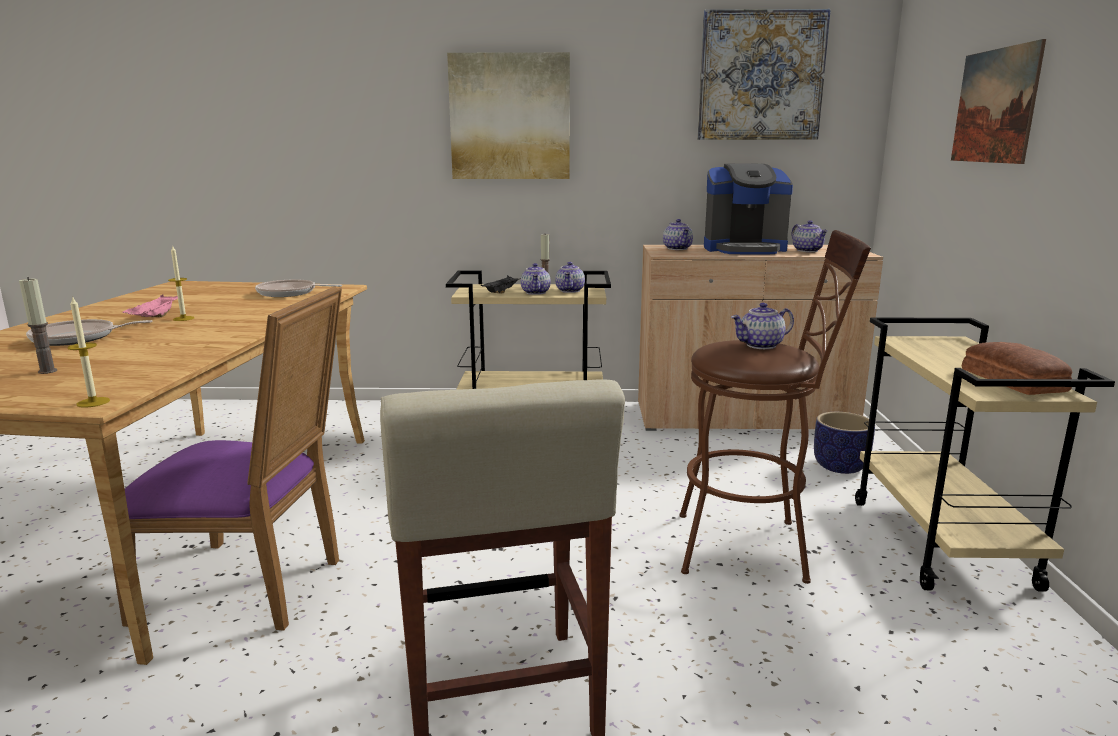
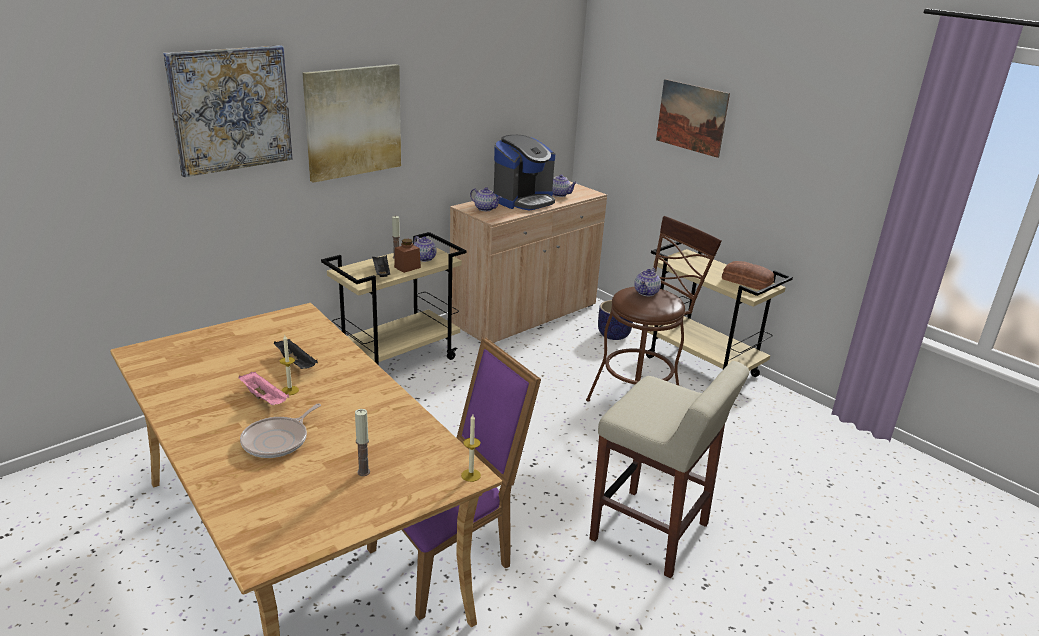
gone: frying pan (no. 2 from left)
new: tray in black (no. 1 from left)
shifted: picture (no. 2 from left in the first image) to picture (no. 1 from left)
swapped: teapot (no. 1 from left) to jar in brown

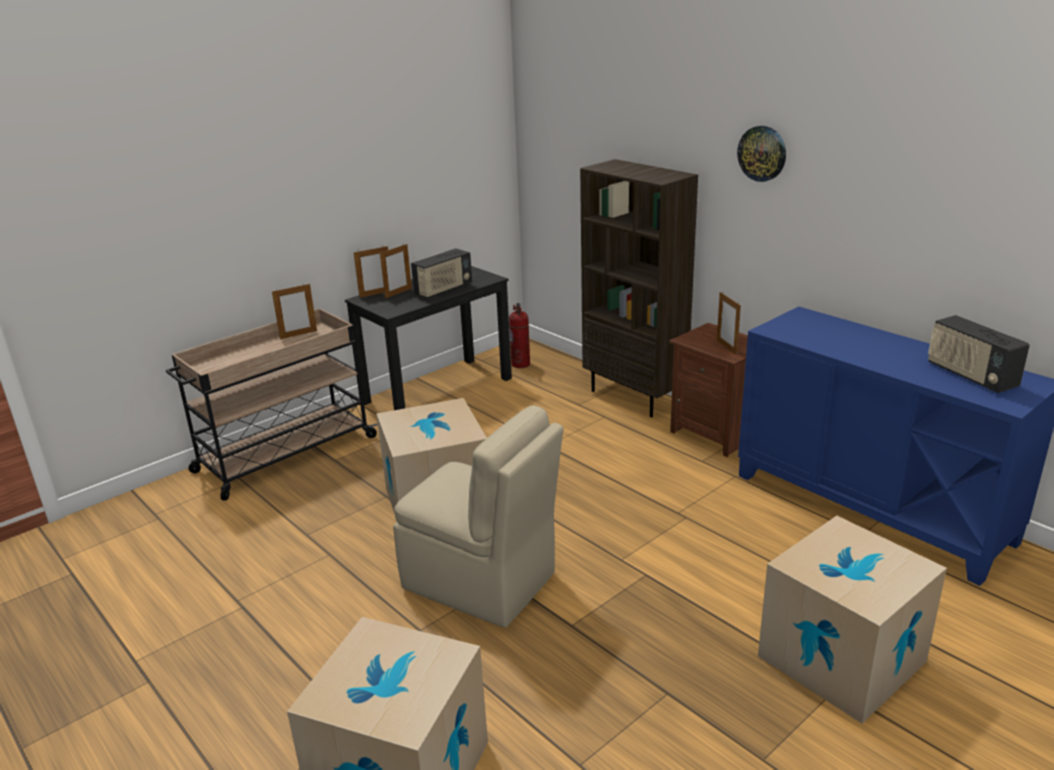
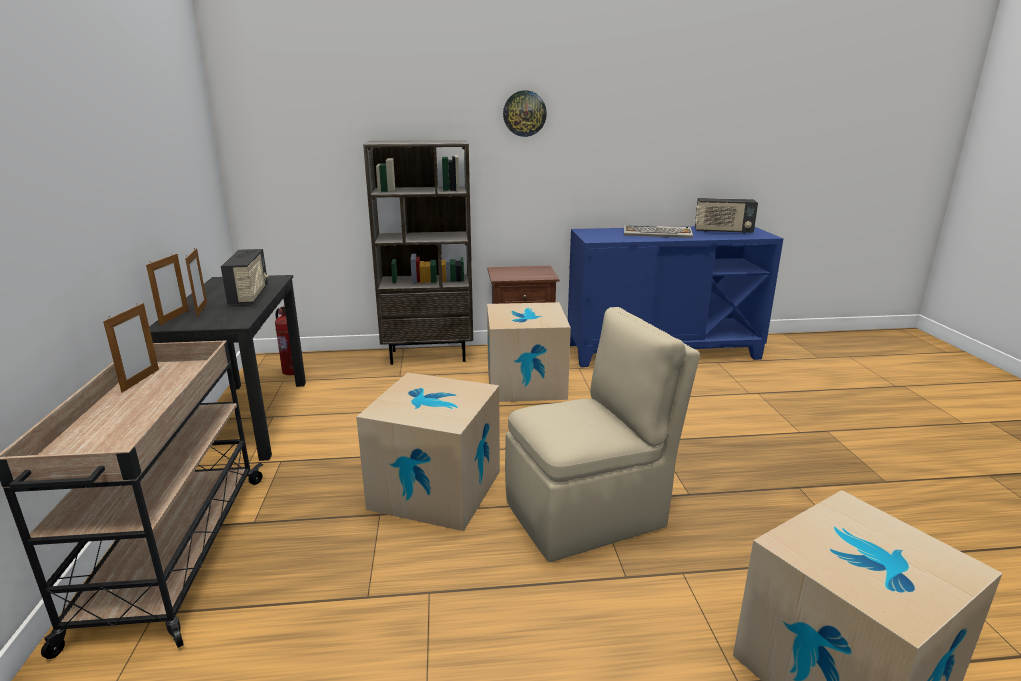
gone: picture frame (no. 4 from left)
new: keyboard
shifted: cardboard box (no. 3 from left in the first image) to cardboard box (no. 2 from left)

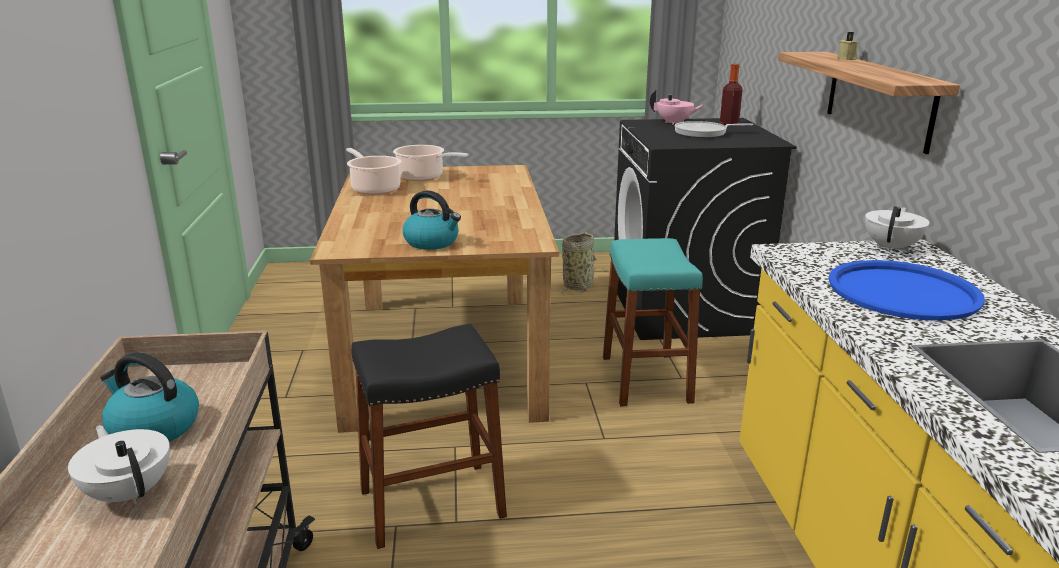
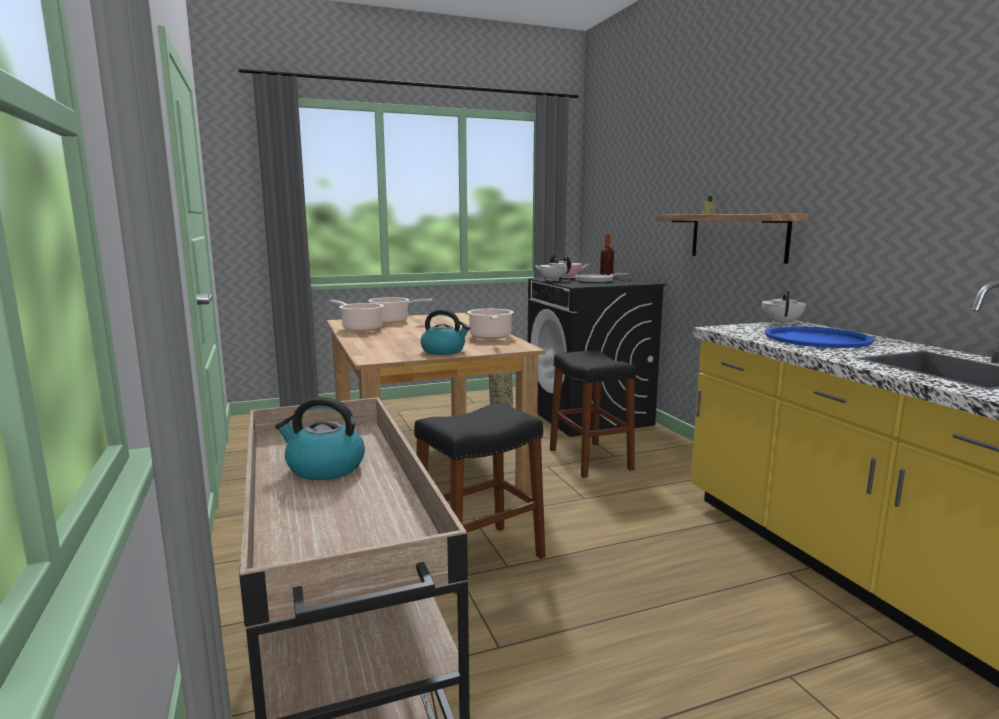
new: cooking pot (no. 3 from left)
shifted: teapot in white (no. 1 from left)
repainted: stool in turquoise to stool in black (no. 2 from left)

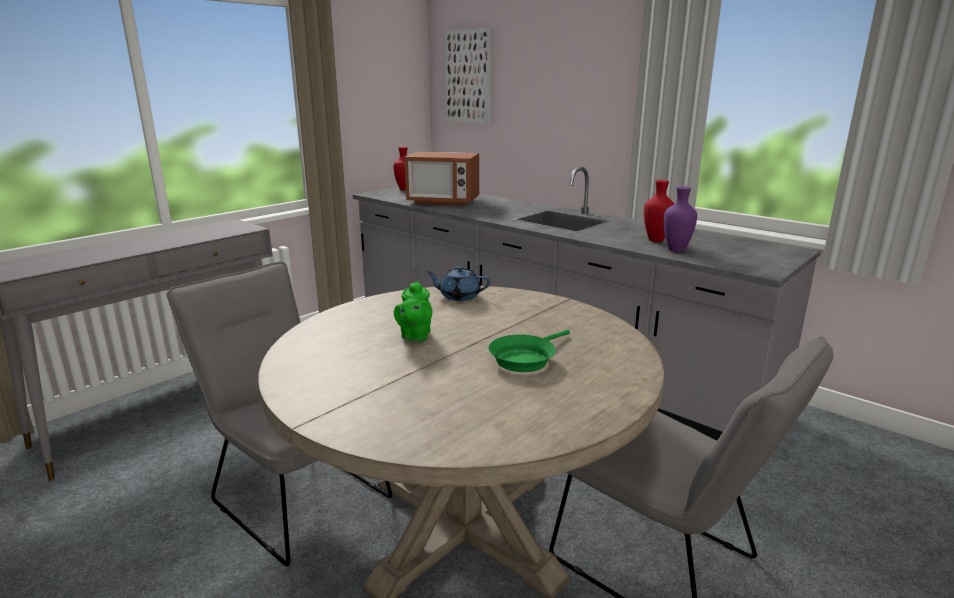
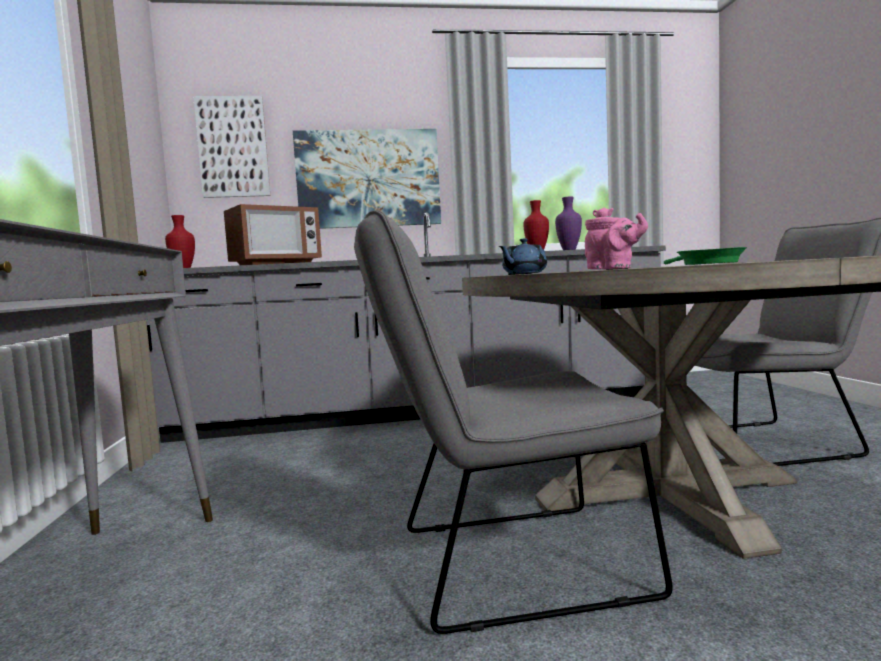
new: picture (no. 2 from left)
repainted: teapot in green to teapot in pink

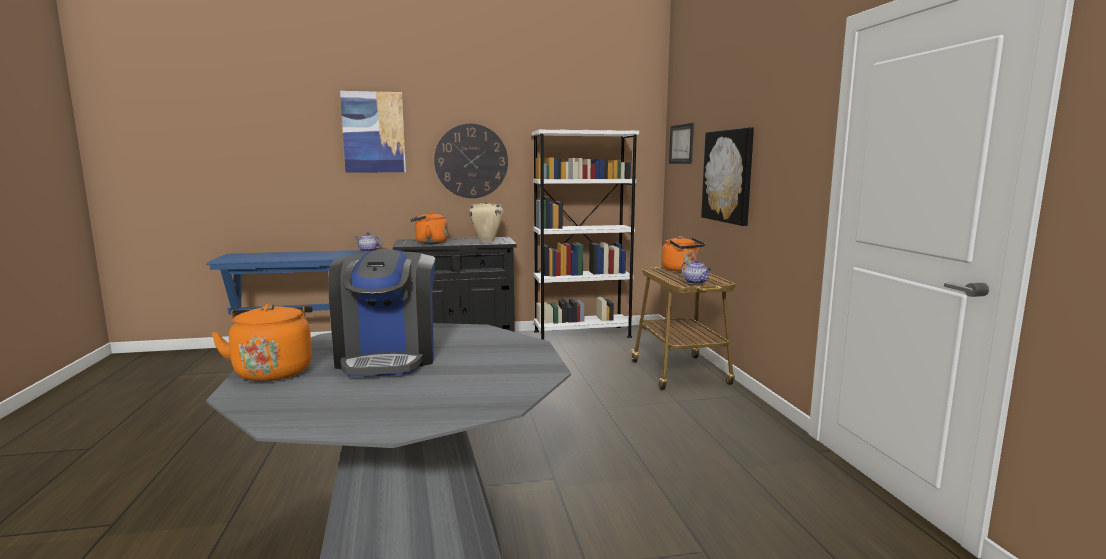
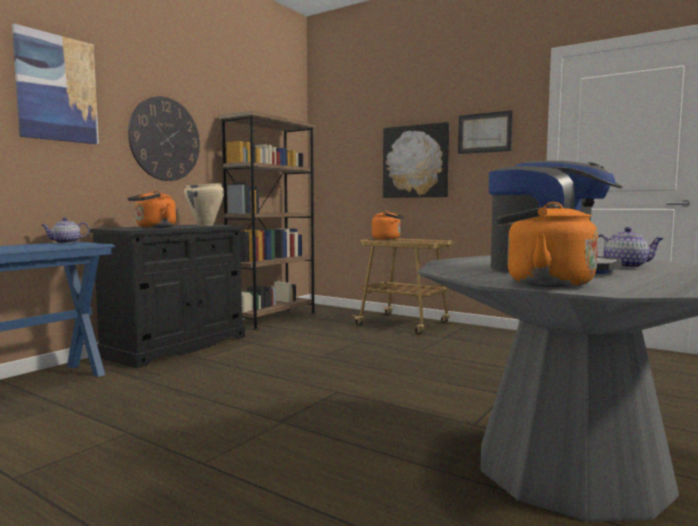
shifted: picture (no. 2 from left in the first image) to picture (no. 3 from left); teapot (no. 2 from left)
repainted: bookcase in white to bookcase in brown

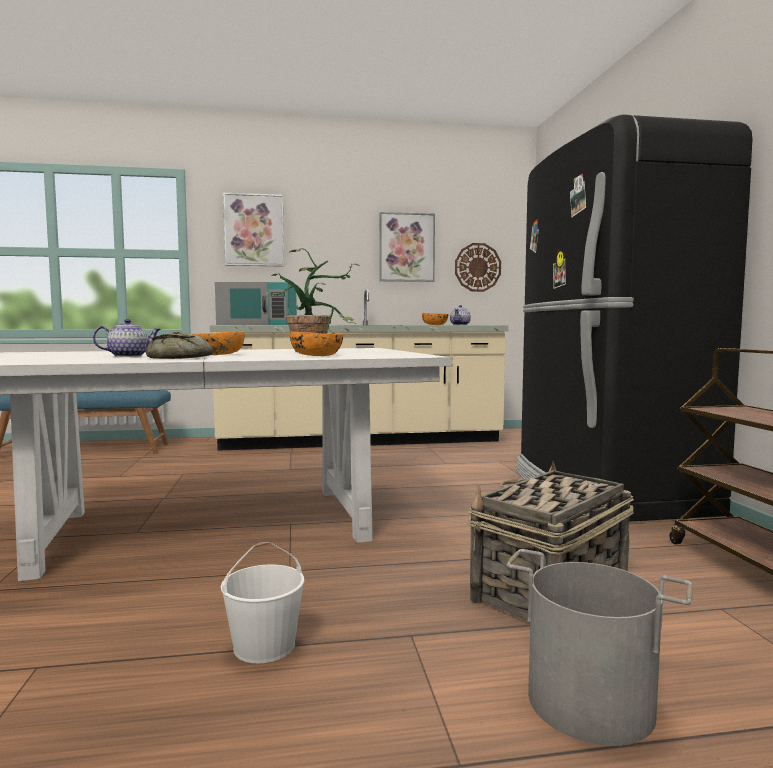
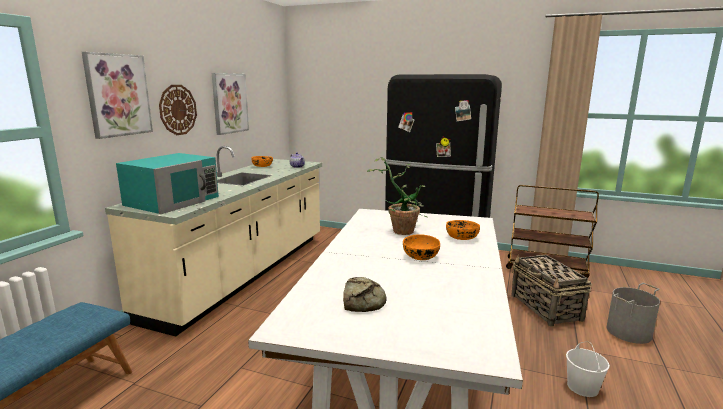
gone: teapot (no. 1 from left)
shifted: wall clock; bread

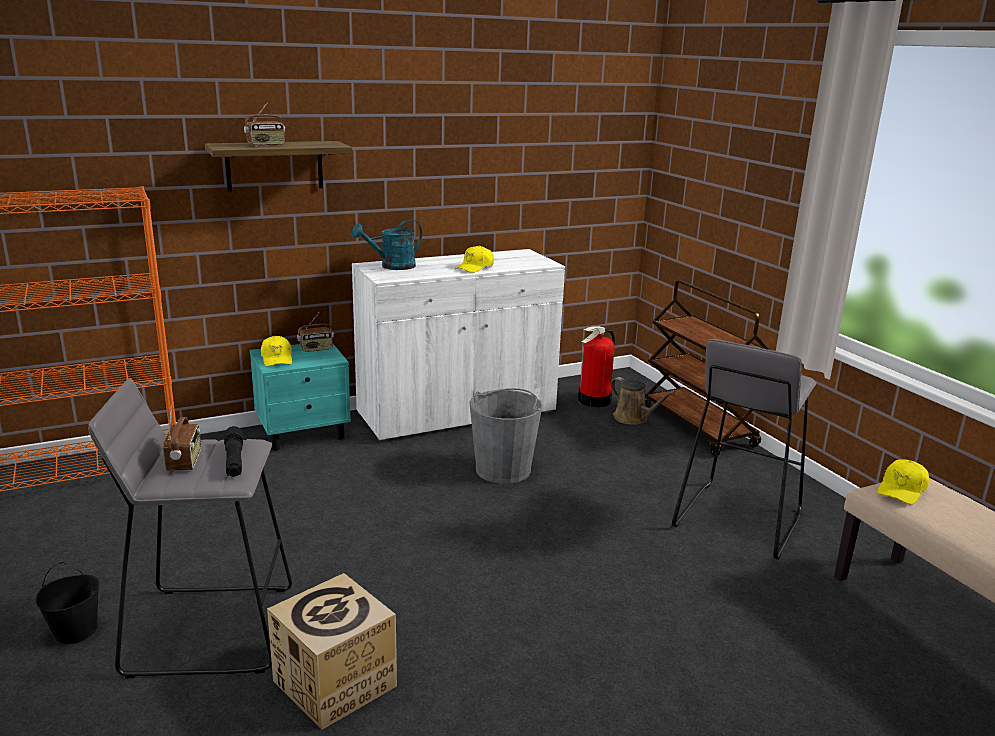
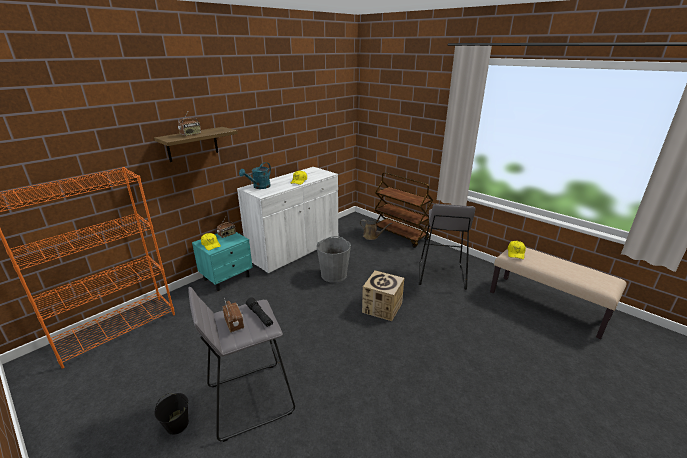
gone: fire extinguisher
shifted: cardboard box

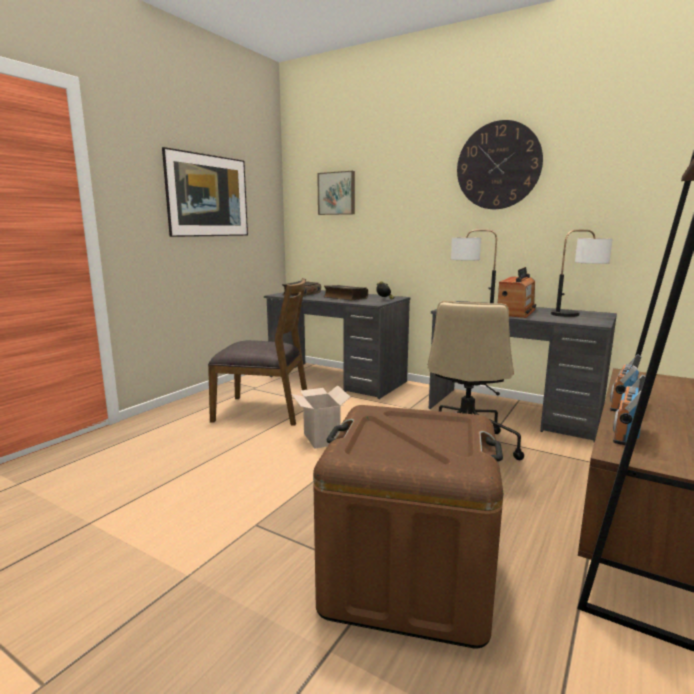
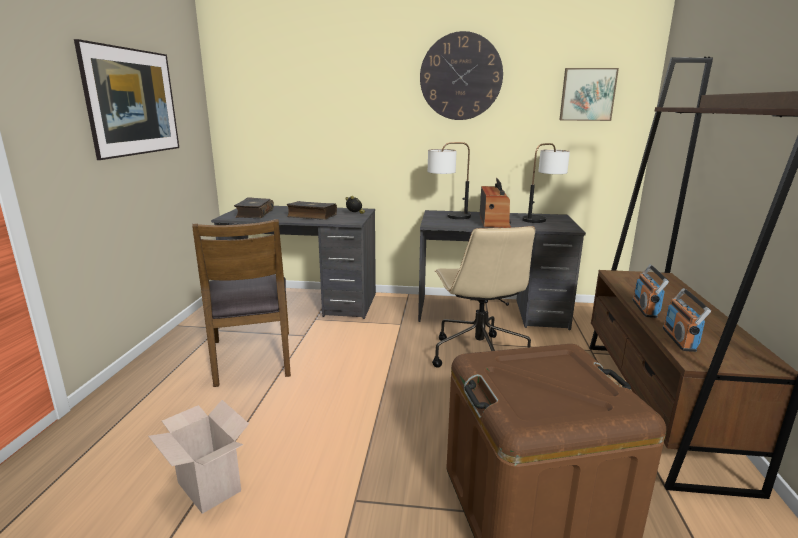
shifted: cardboard box; picture (no. 2 from left)
rotated: chair in brown 90 degrees clockwise

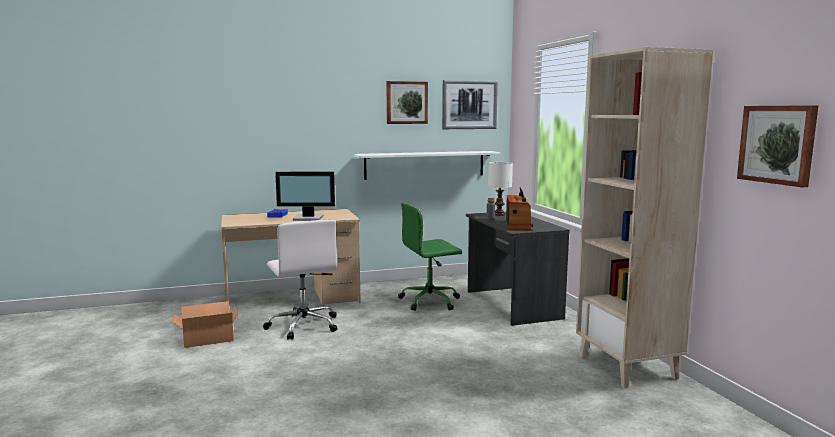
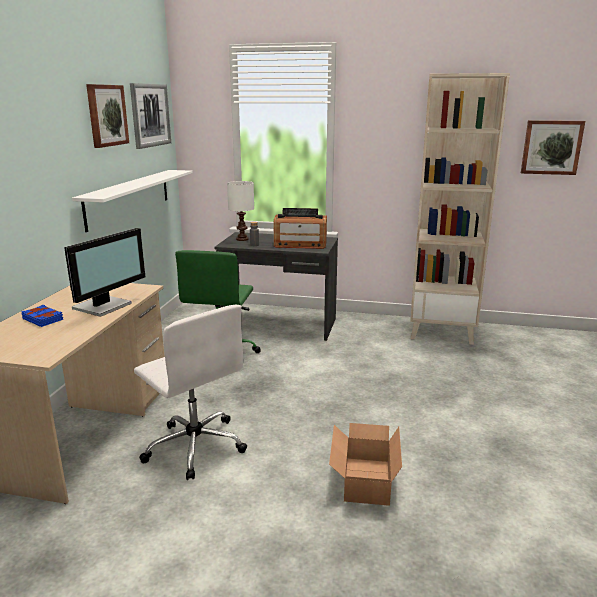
shifted: cardboard box
rotated: office chair in white 45 degrees clockwise; radio 150 degrees clockwise

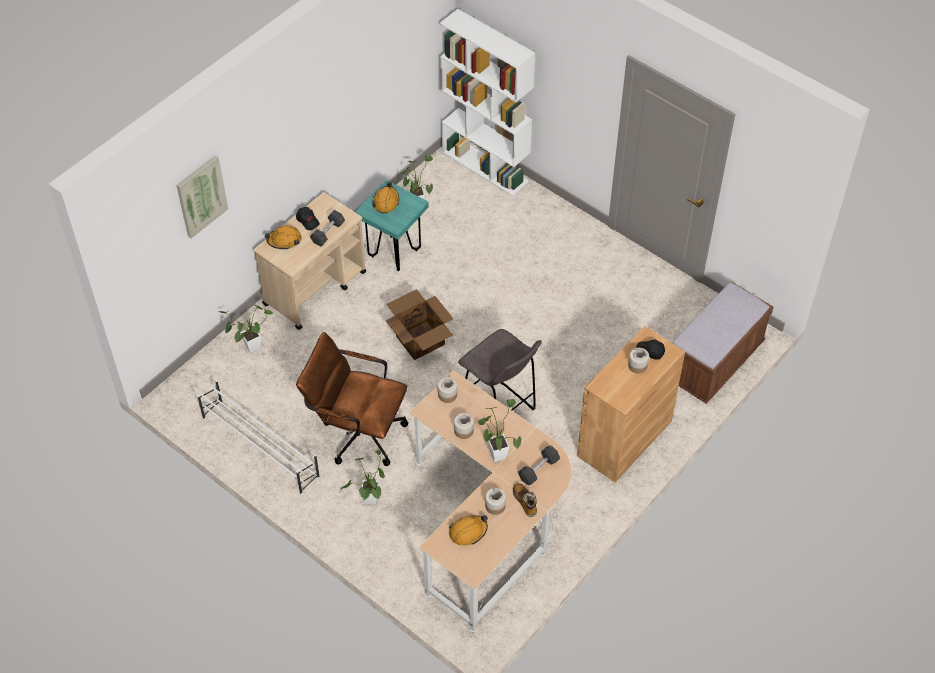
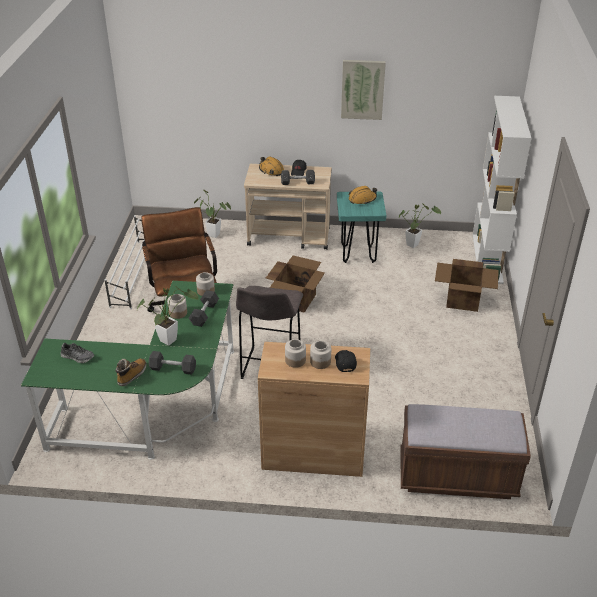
gone: potted plant (no. 2 from left)
new: dumbbell in black (no. 2 from left); cardboard box (no. 2 from left)
shifted: jar (no. 3 from left); picture
swapped: hard hat in orange (no. 3 from left) to shoe
repainted: desk in beige to desk in green

